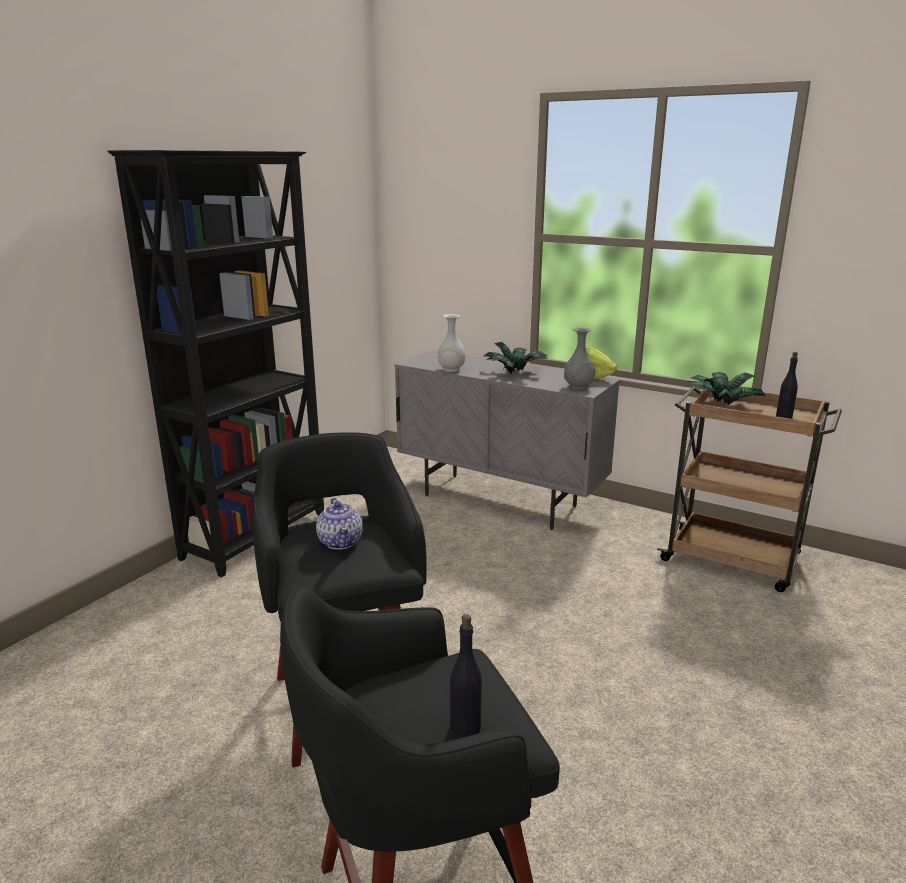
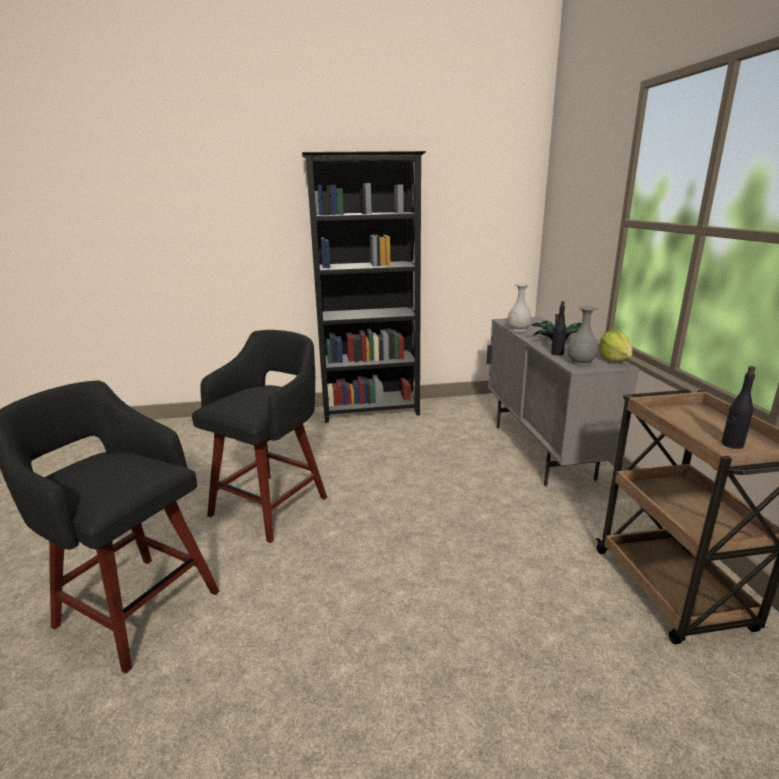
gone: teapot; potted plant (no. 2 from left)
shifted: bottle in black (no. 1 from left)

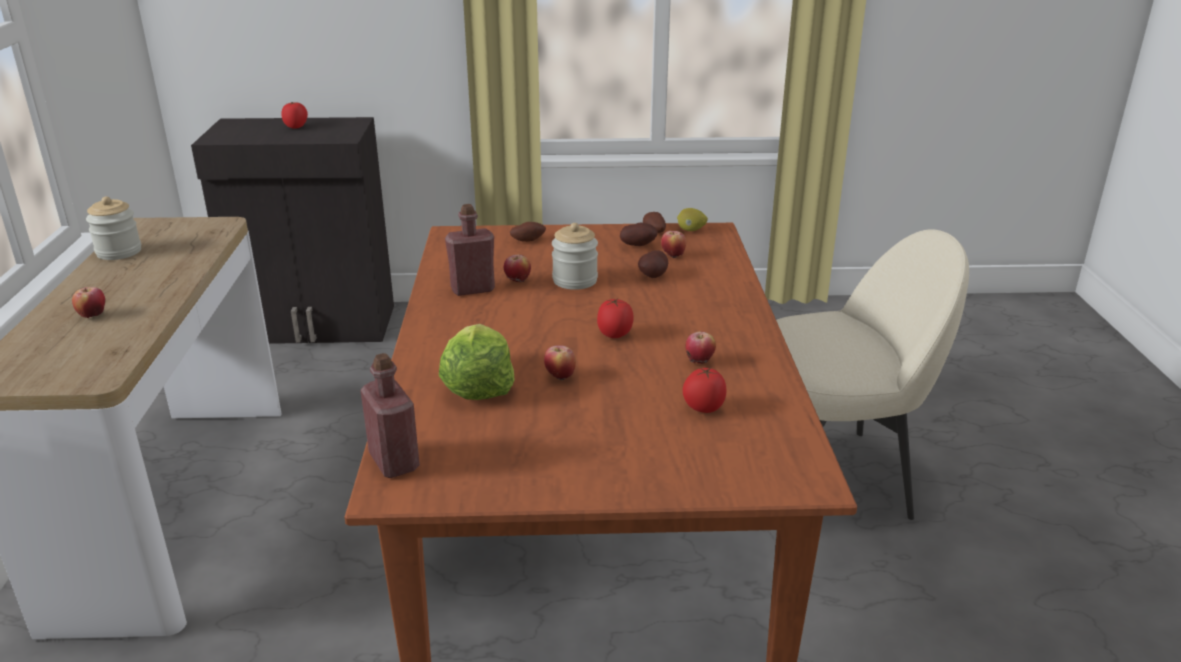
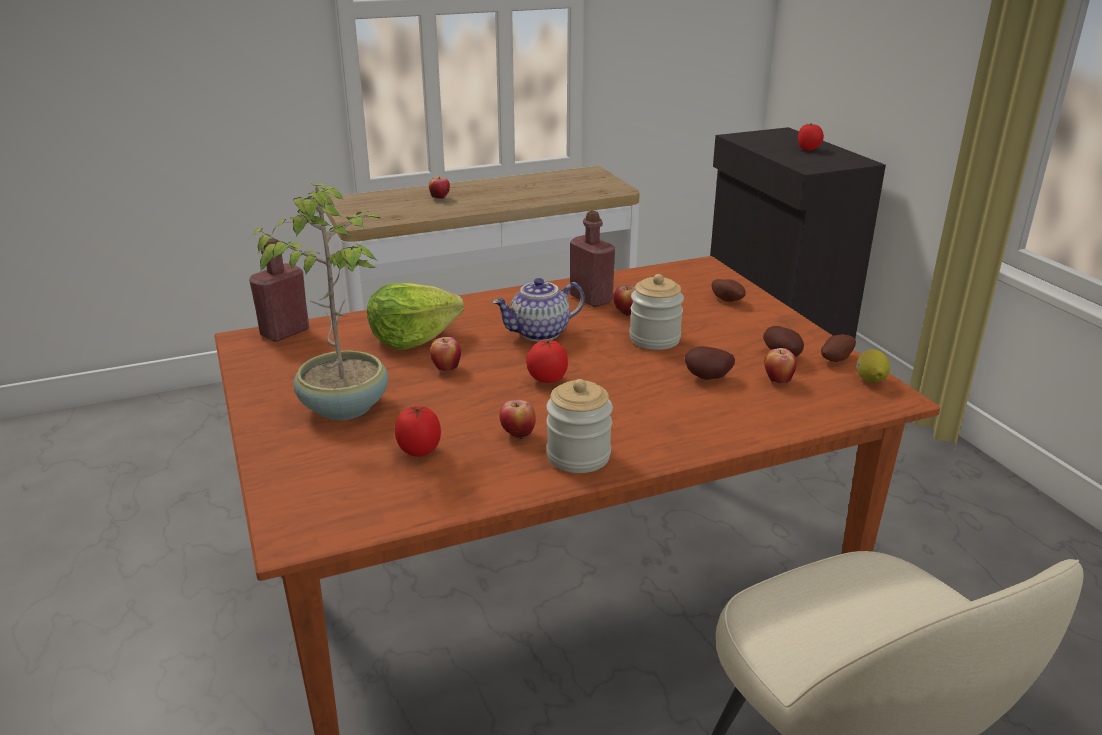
new: potted plant; teapot
shifted: jar (no. 1 from left)

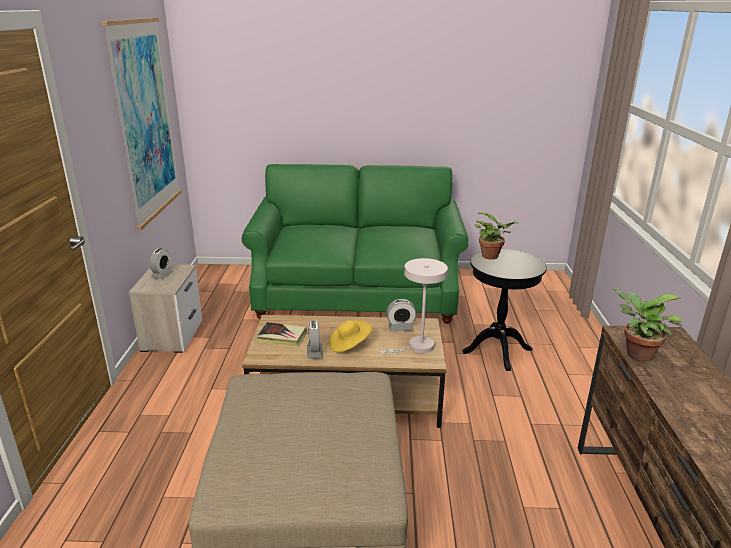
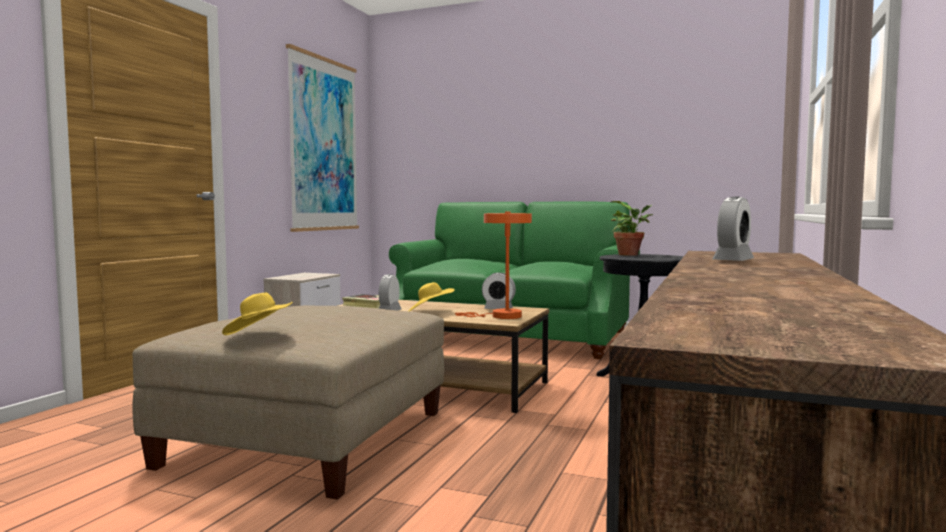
gone: potted plant (no. 2 from left)
new: hat in yellow (no. 1 from left)
shifted: alarm clock (no. 1 from left in the first image) to alarm clock (no. 3 from left)
repainted: table lamp in white to table lamp in orange

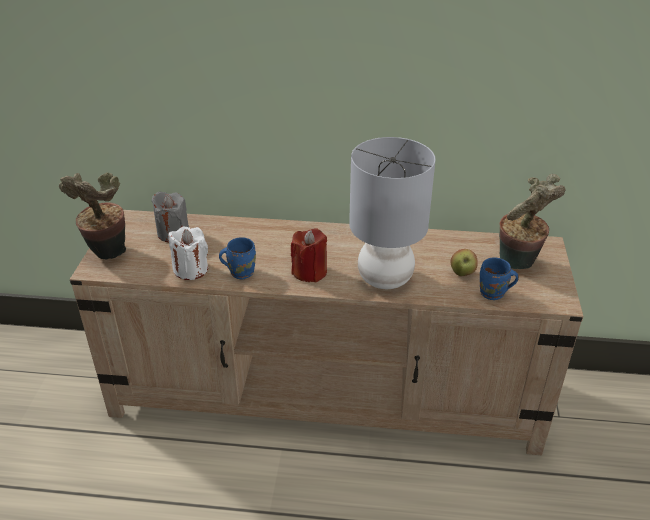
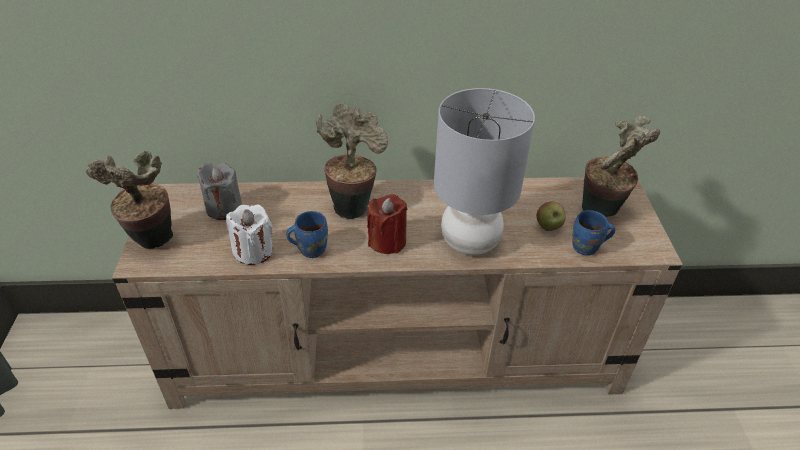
new: potted plant (no. 2 from left)

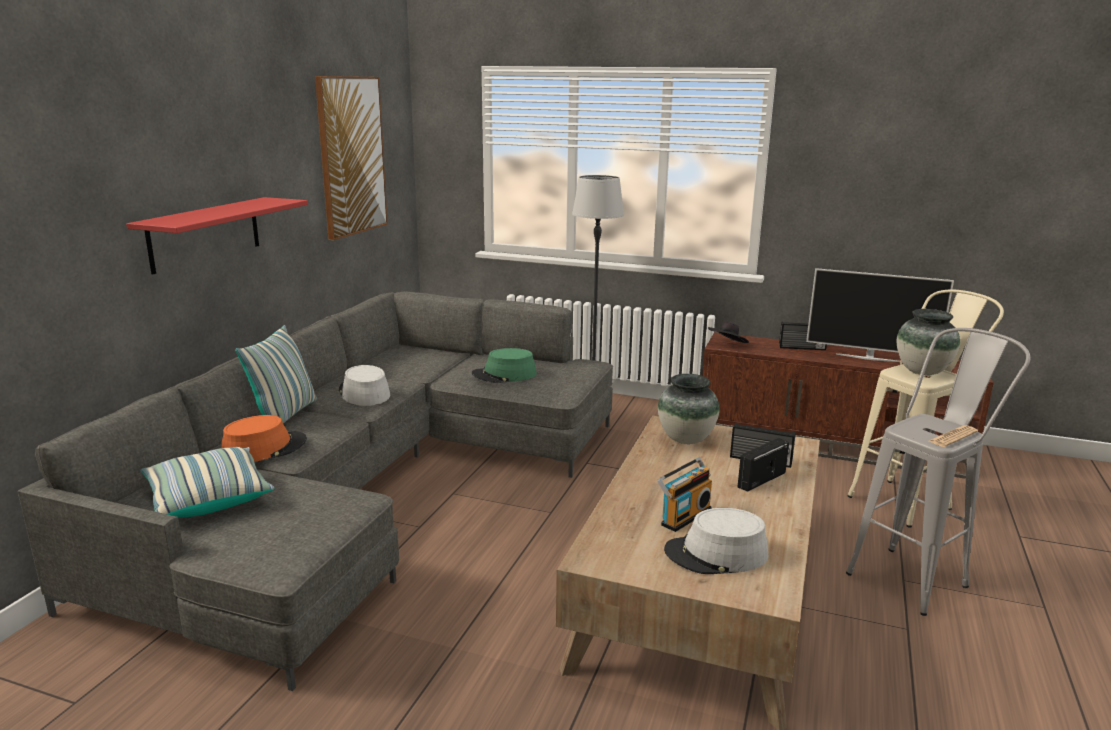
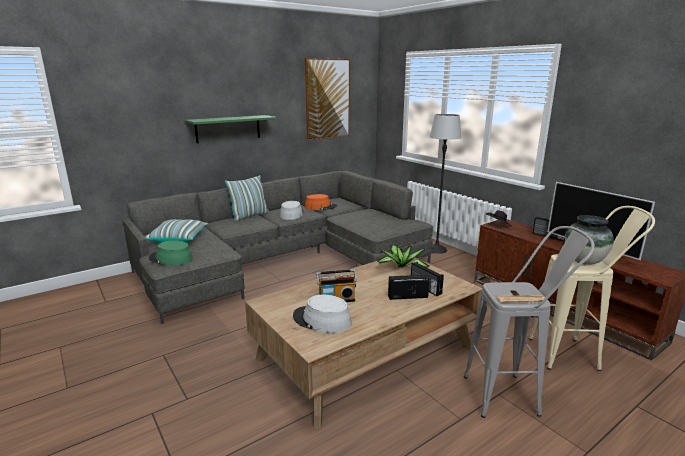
shifted: hat in green; hat in orange
swapped: vase (no. 1 from left) to potted plant
repainted: shelf in red to shelf in green

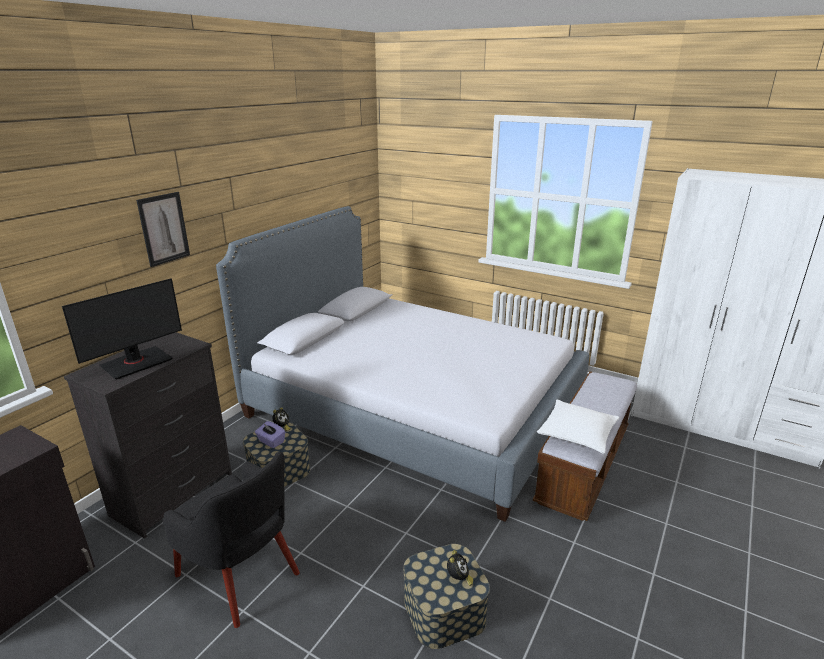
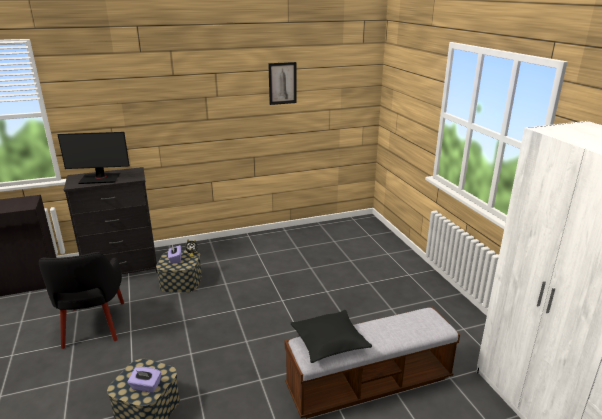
gone: bed
shifted: picture
swapped: alarm clock (no. 2 from left) to tissue box in purple (no. 1 from left)
repainted: pillow in white to pillow in black

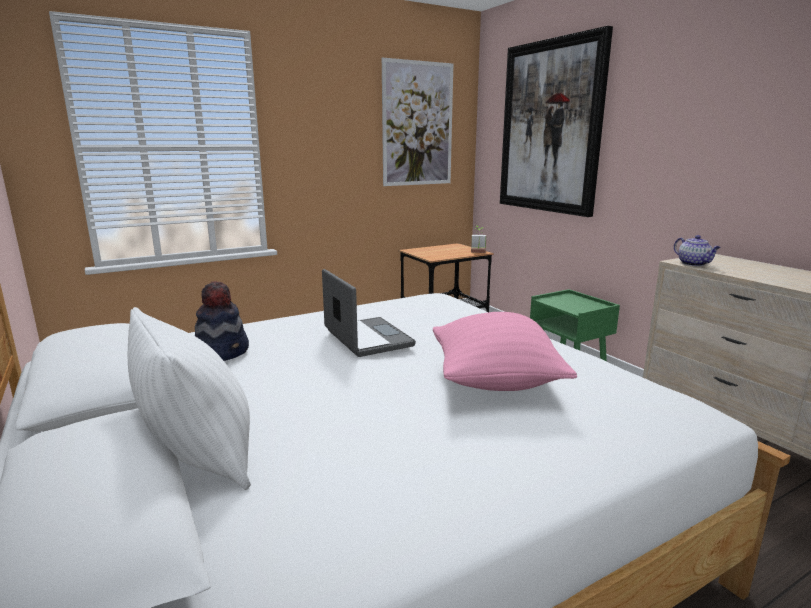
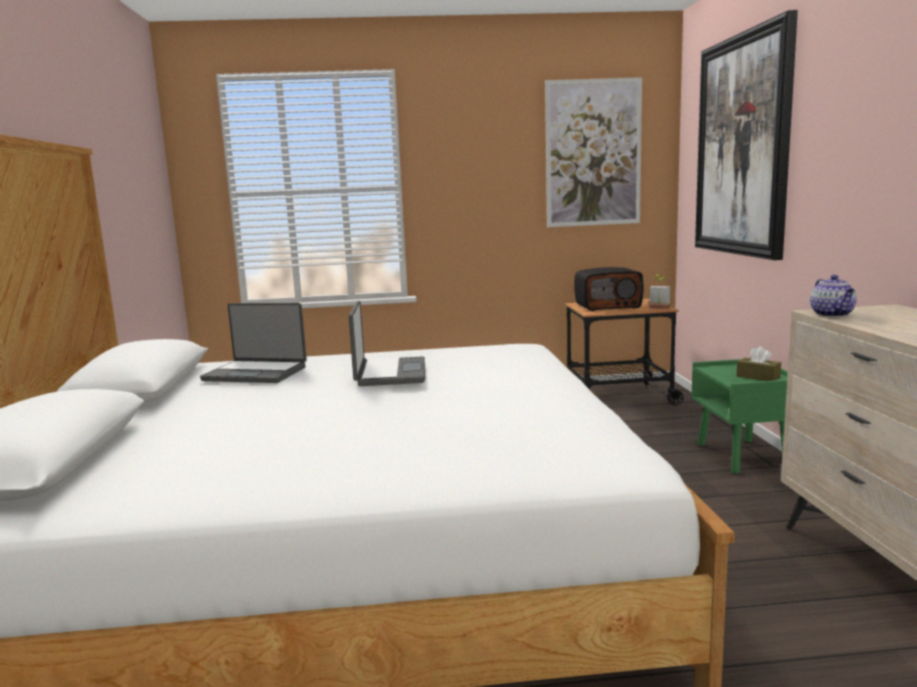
gone: pillow in white; pillow in pink
new: radio; tissue box in brown
swapped: hat to laptop (no. 1 from left)

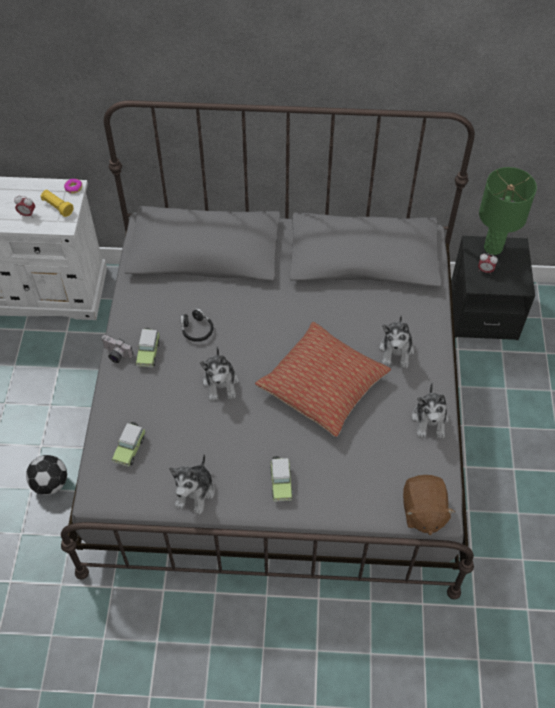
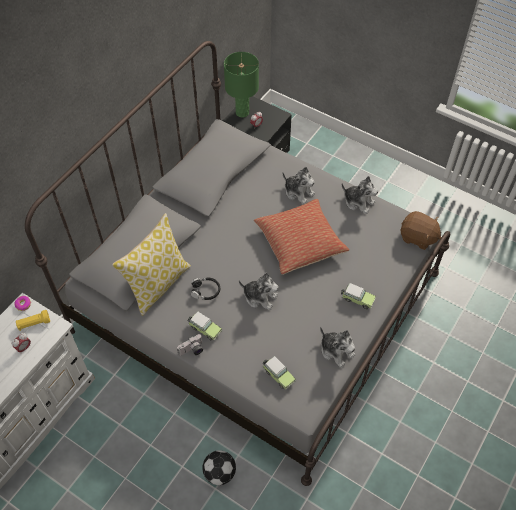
new: pillow (no. 1 from left)

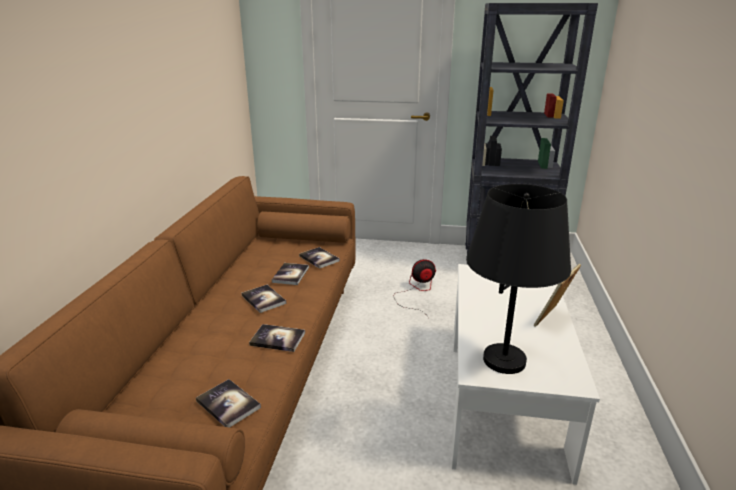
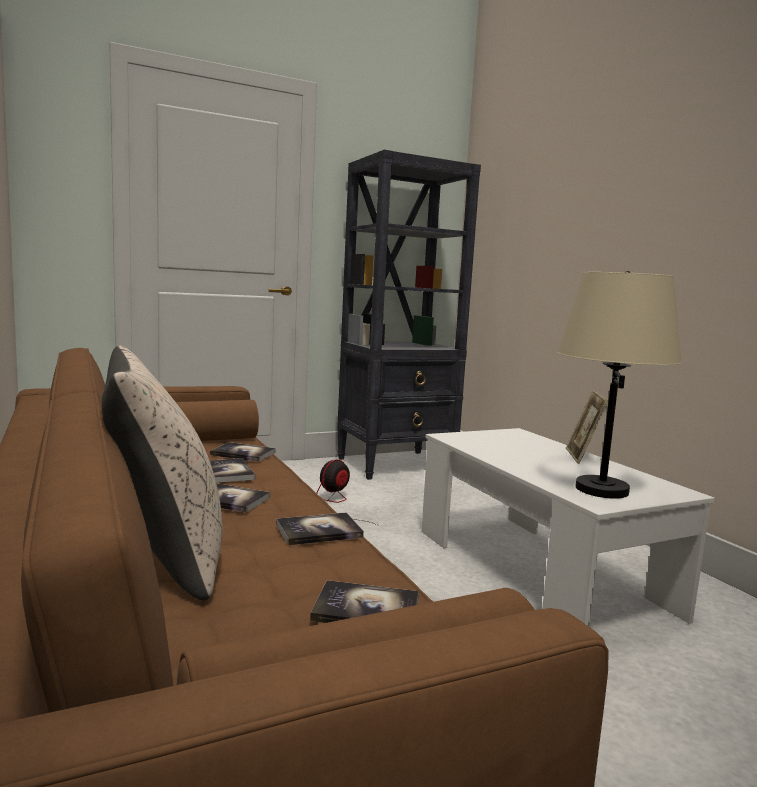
new: pillow in beige
repainted: table lamp in black to table lamp in beige

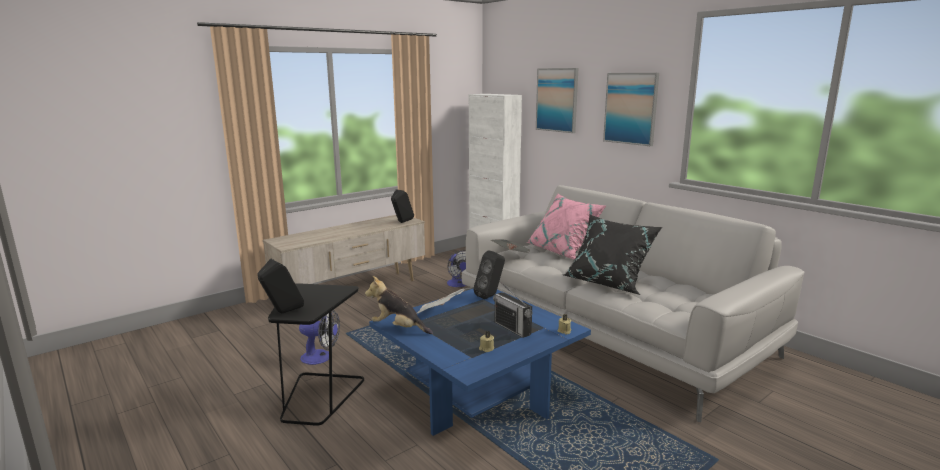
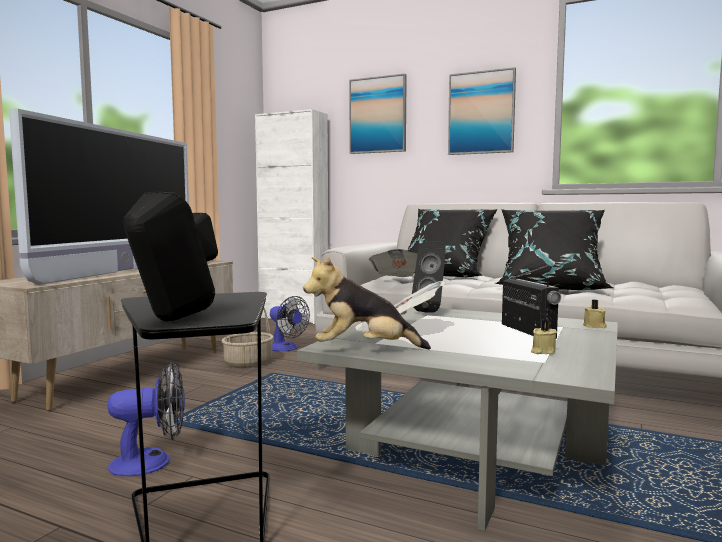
new: television; basket
repainted: coffee table in blue to coffee table in grey; pillow in pink to pillow in black (no. 1 from left)
rotated: radio 135 degrees counterclockwise

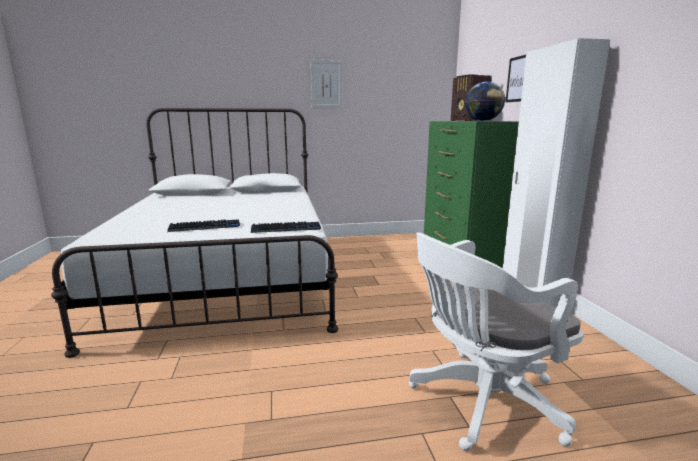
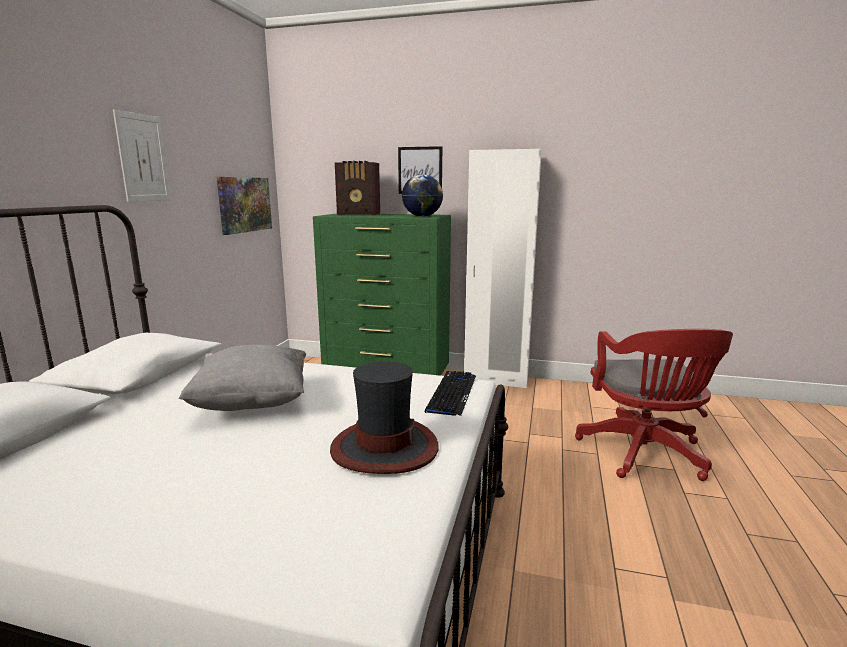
new: pillow in grey; picture (no. 2 from left)
swapped: keyboard (no. 1 from left) to hat
repainted: office chair in white to office chair in red

